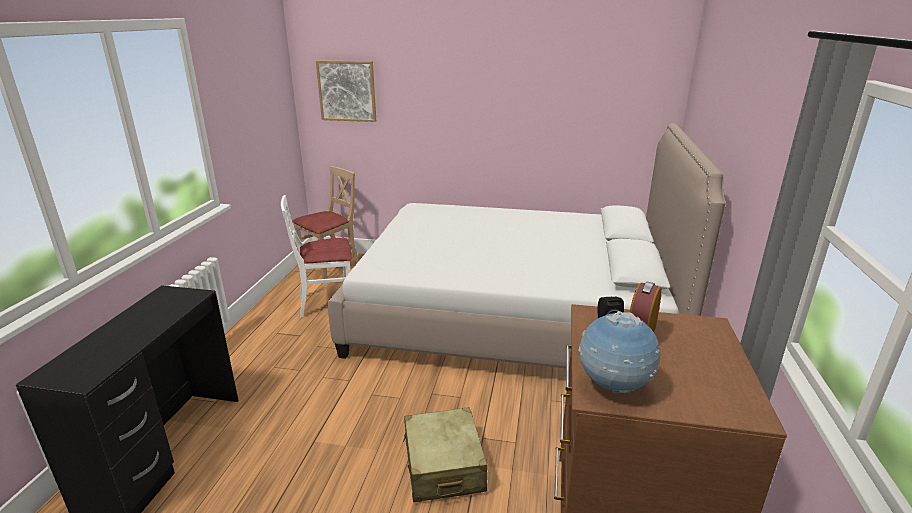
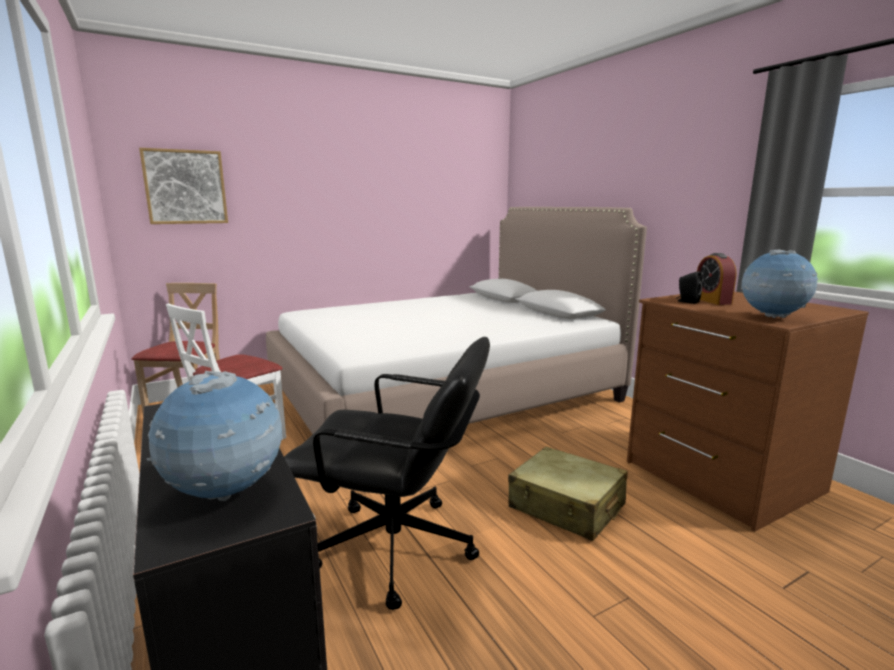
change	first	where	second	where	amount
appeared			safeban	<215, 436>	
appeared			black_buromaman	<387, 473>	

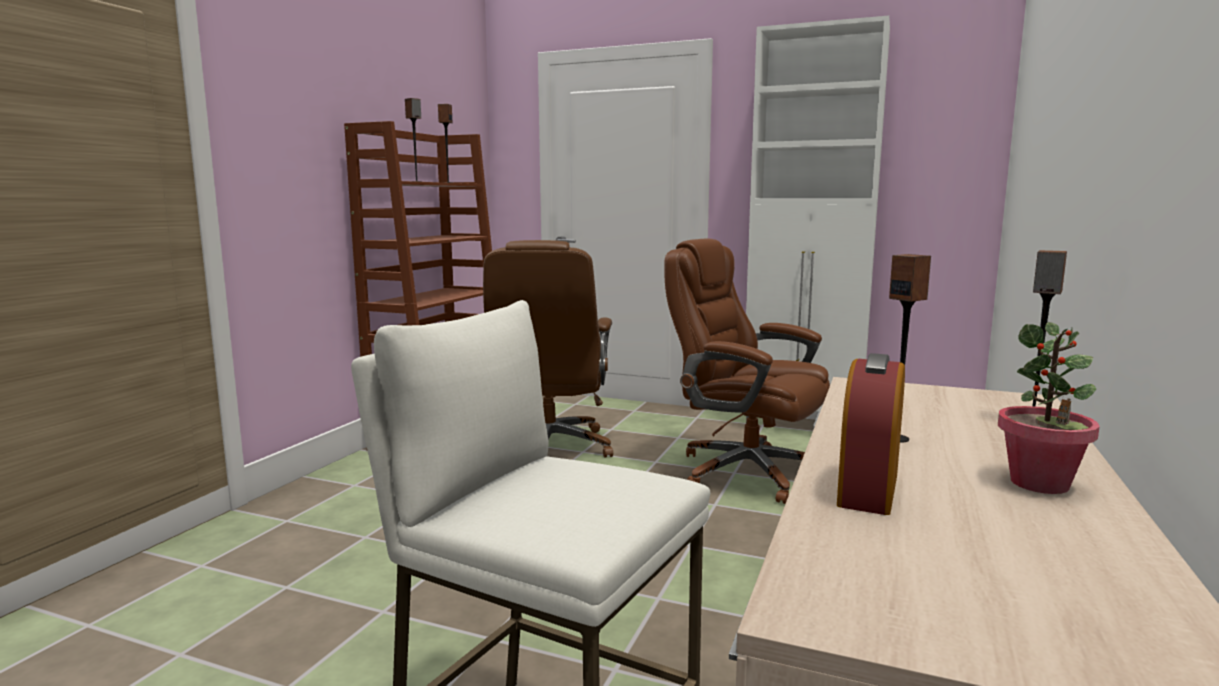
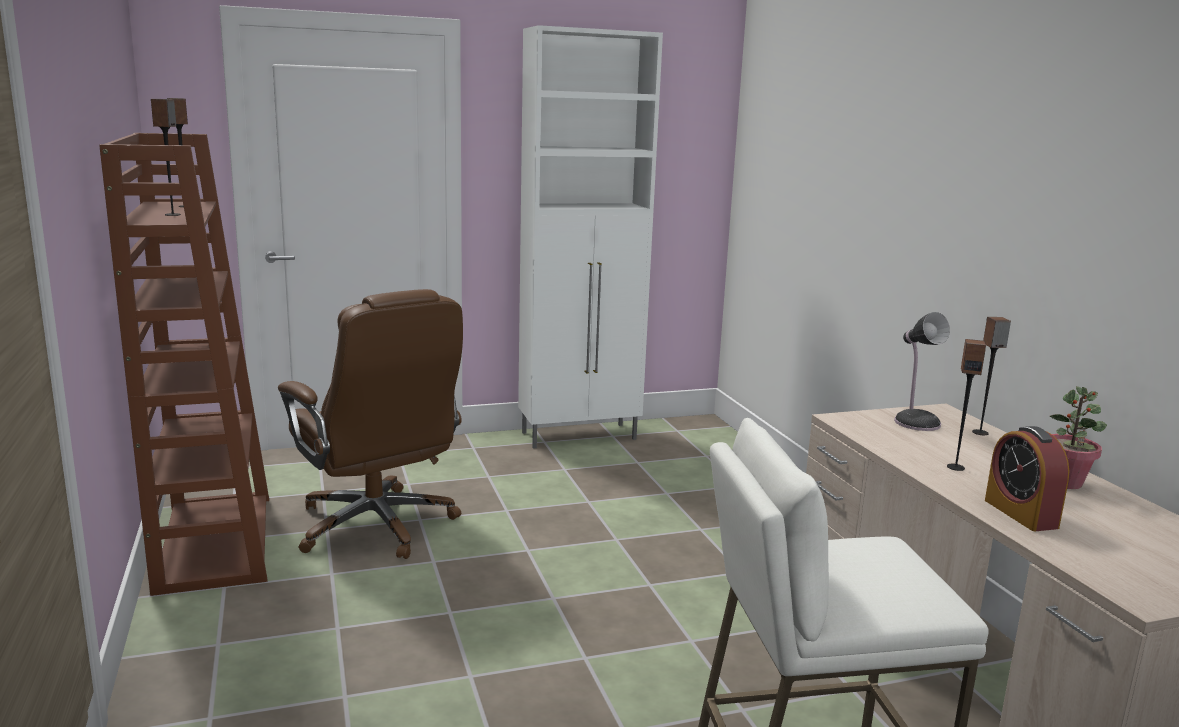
change	first	where	second	where	amount
appeared			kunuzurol	<922, 371>	
missing	brown_buromaman	<747, 371>			

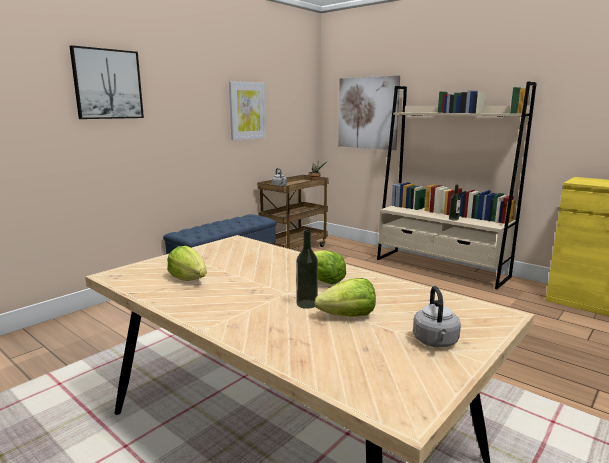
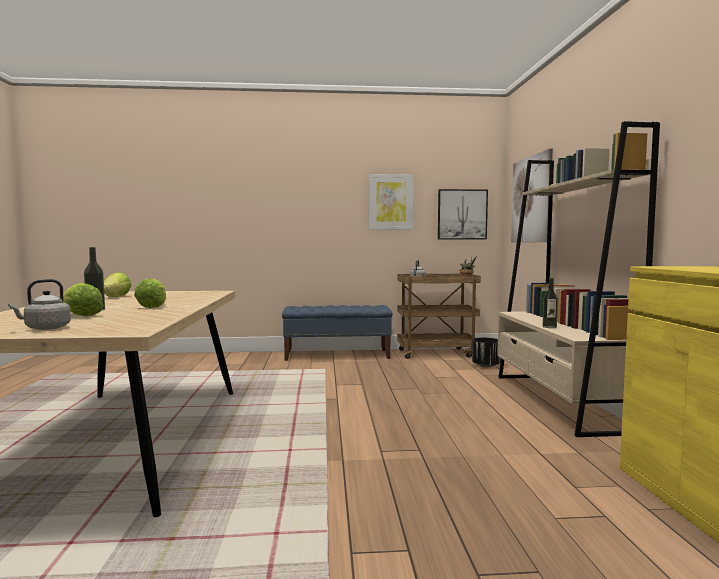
change	first	where	second	where	amount
relocated	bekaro	<107, 82>		<463, 214>	
appeared			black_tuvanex	<486, 352>	

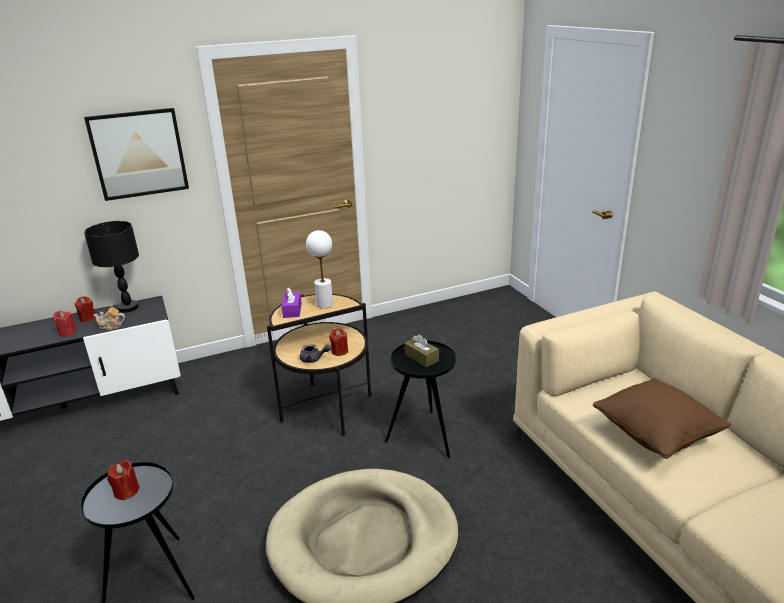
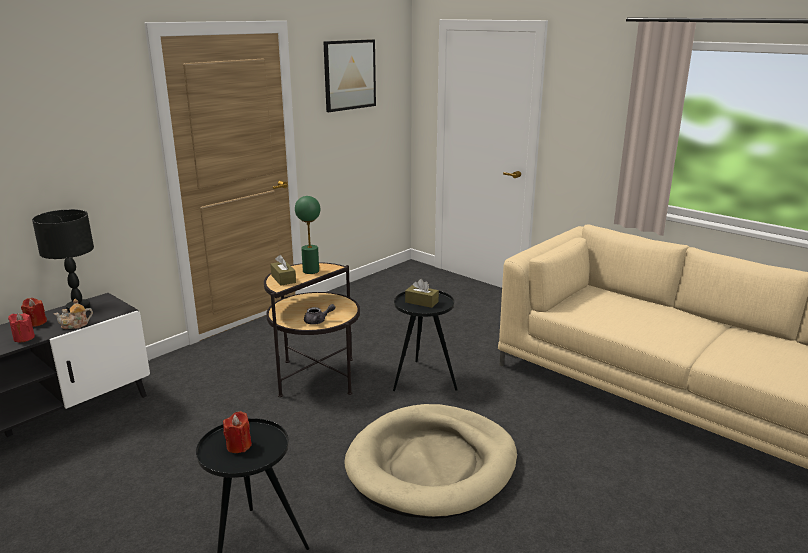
change	first	where	second	where	amount
colour	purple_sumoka	<291, 302>	brown_sumoka	<283, 270>	
colour	white_kunuzurol	<319, 269>	green_kunuzurol	<307, 235>	
relocated	bekaro	<136, 154>		<349, 75>	
missing	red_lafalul	<338, 342>			
missing	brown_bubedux	<662, 418>			

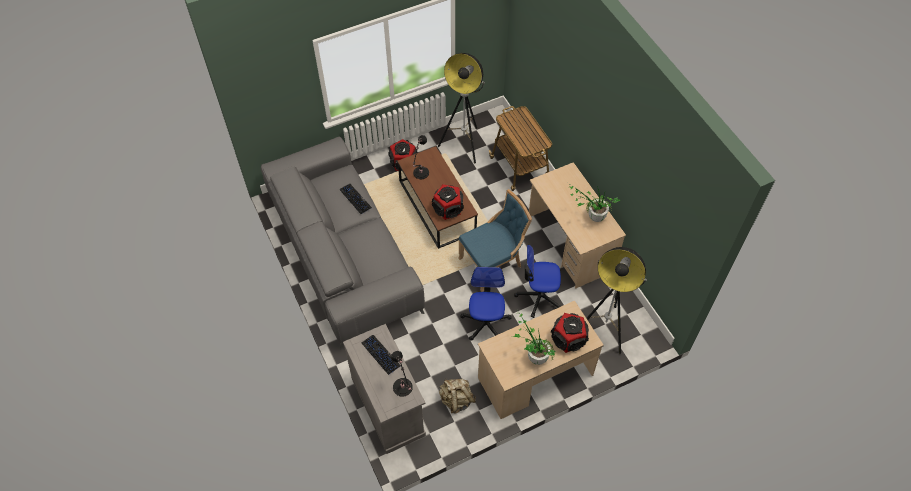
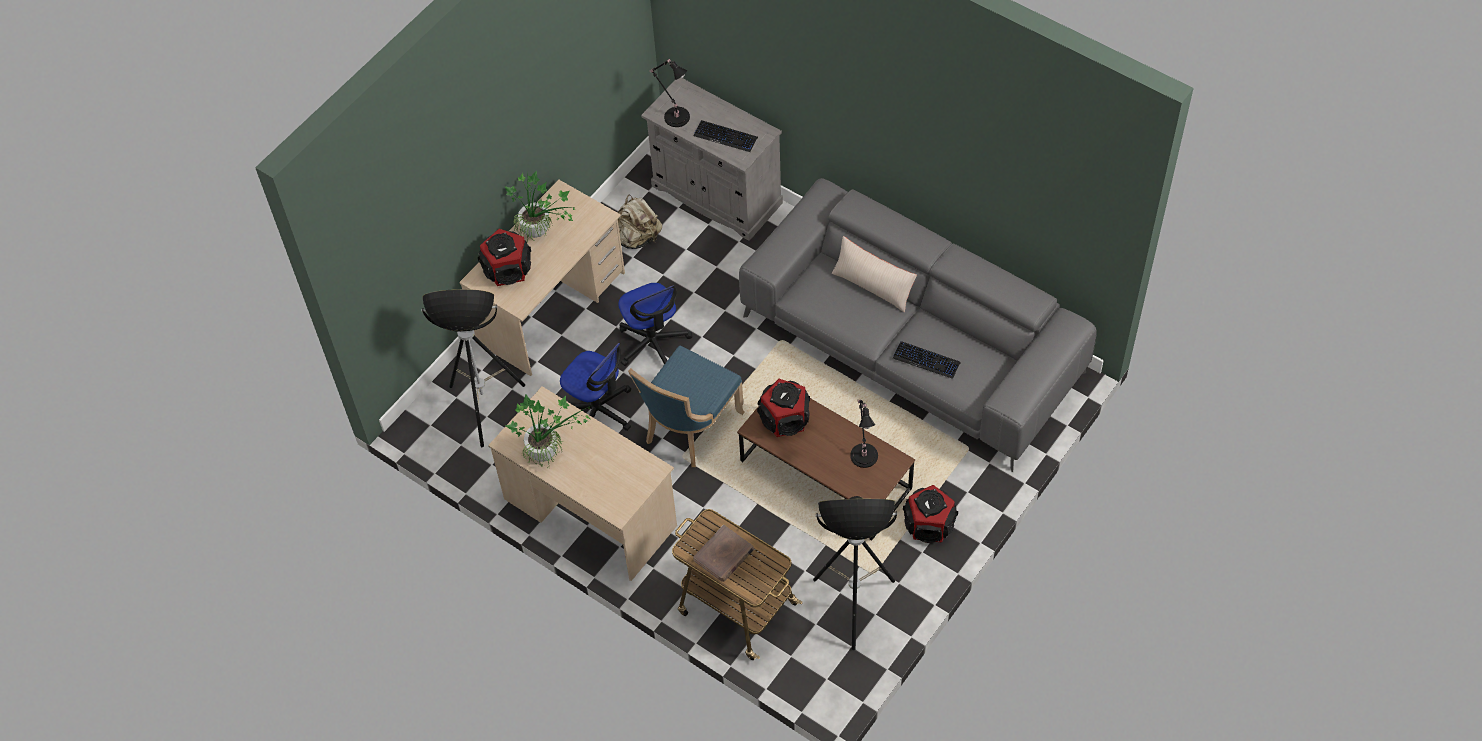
change	first	where	second	where	amount
spun	buromaman	<537, 281>		<595, 387>	60 degrees clockwise
appeared			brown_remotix	<723, 553>	
appeared			beige_bubedux	<874, 274>	

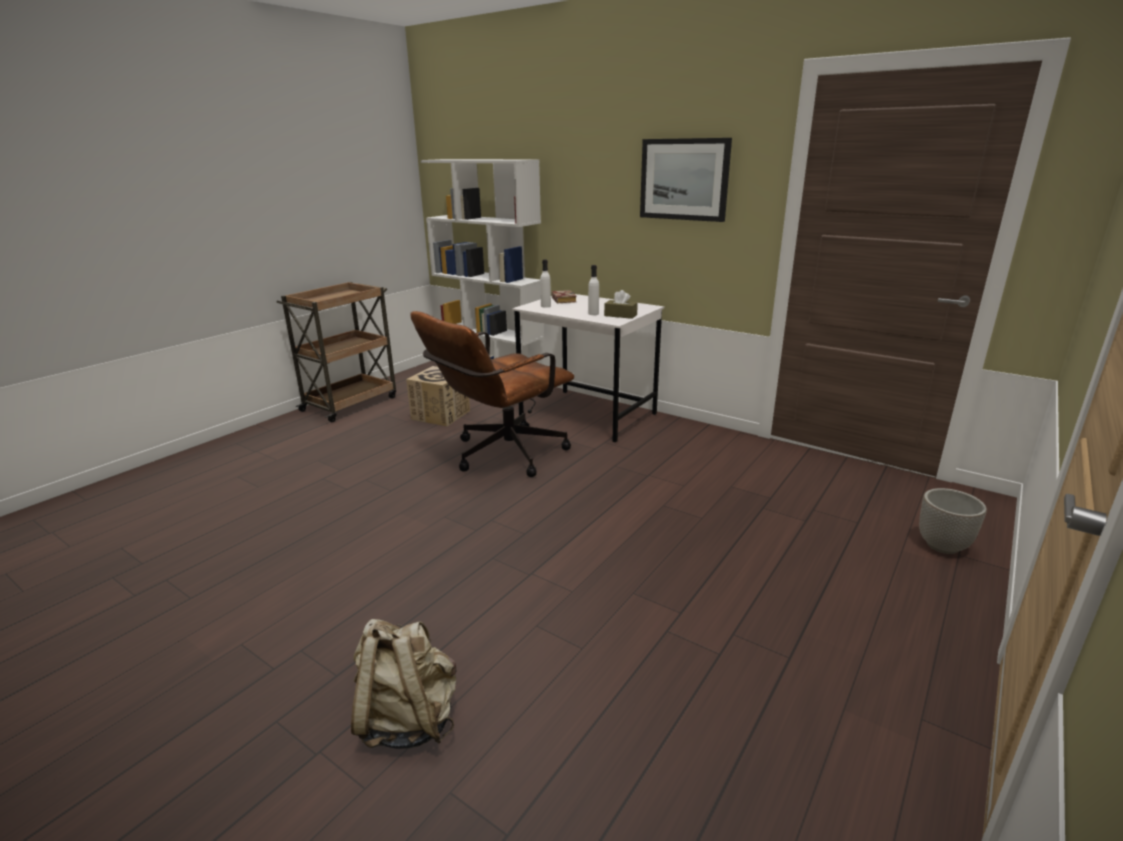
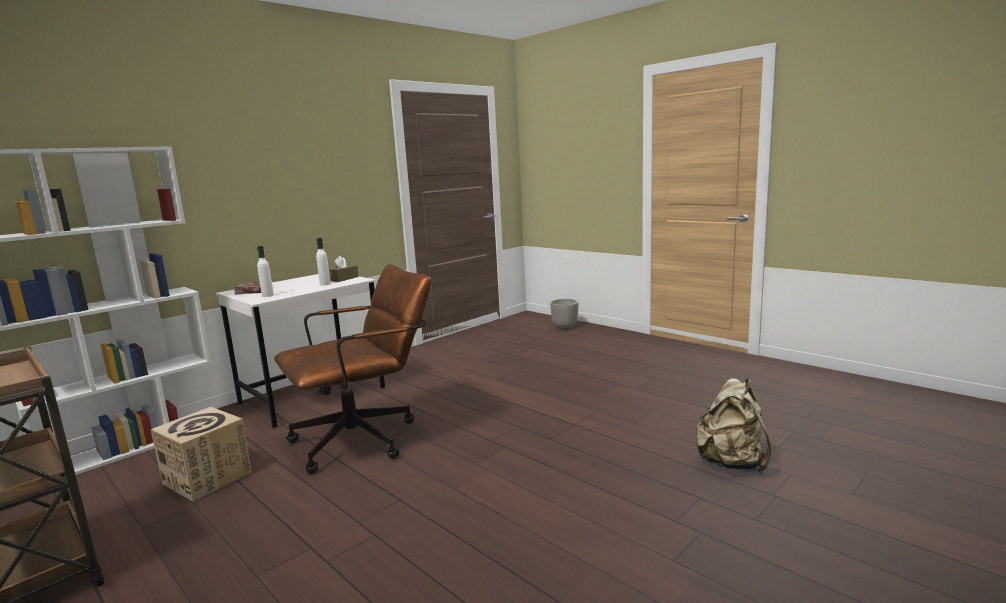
change	first	where	second	where	amount
spun	brown_buromaman	<492, 394>		<352, 369>	90 degrees counterclockwise
missing	bekaro	<686, 180>			

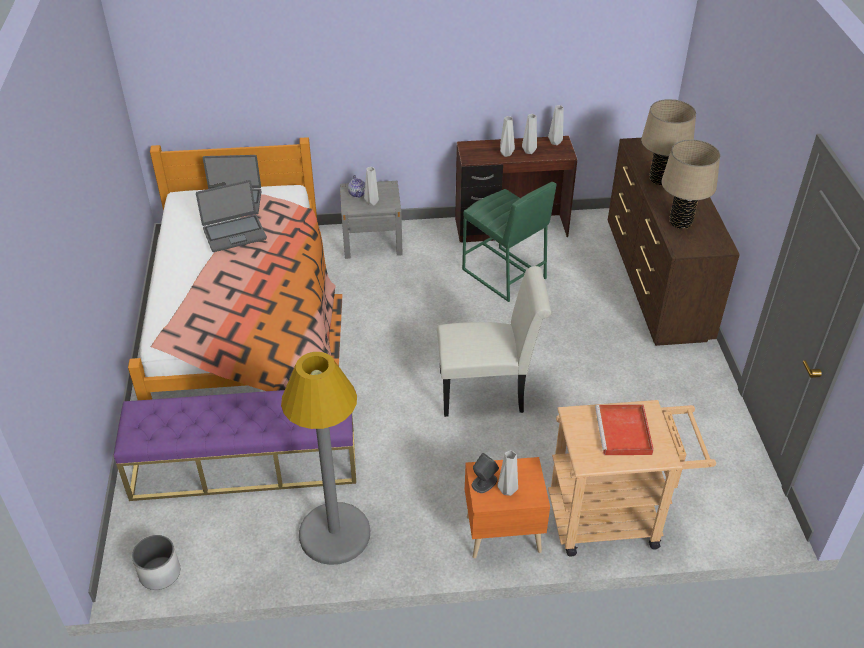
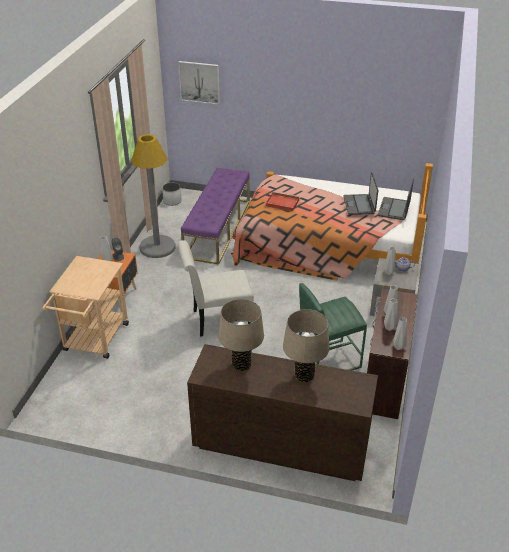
change	first	where	second	where	amount
appeared			bekaro	<199, 83>	
spun	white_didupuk	<494, 341>		<216, 288>	60 degrees clockwise
relocated	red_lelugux	<624, 430>		<283, 201>	

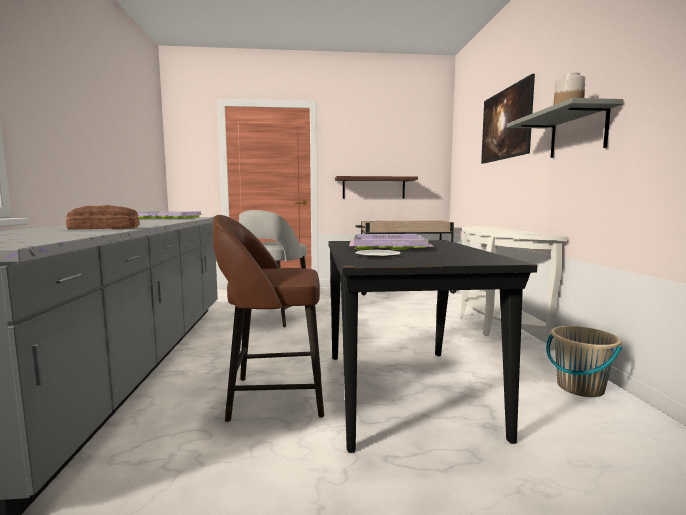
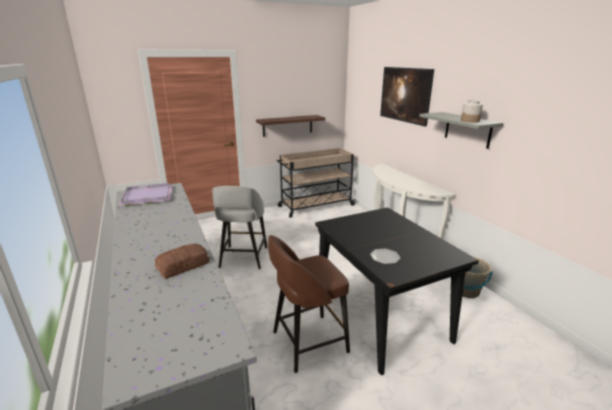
change	first	where	second	where	amount
missing	purple_lelugux	<391, 242>			

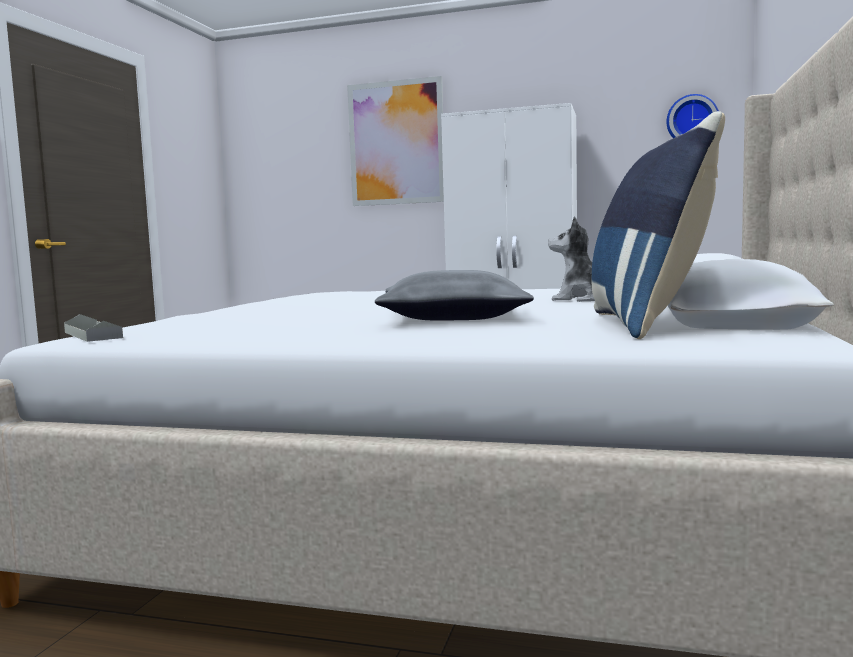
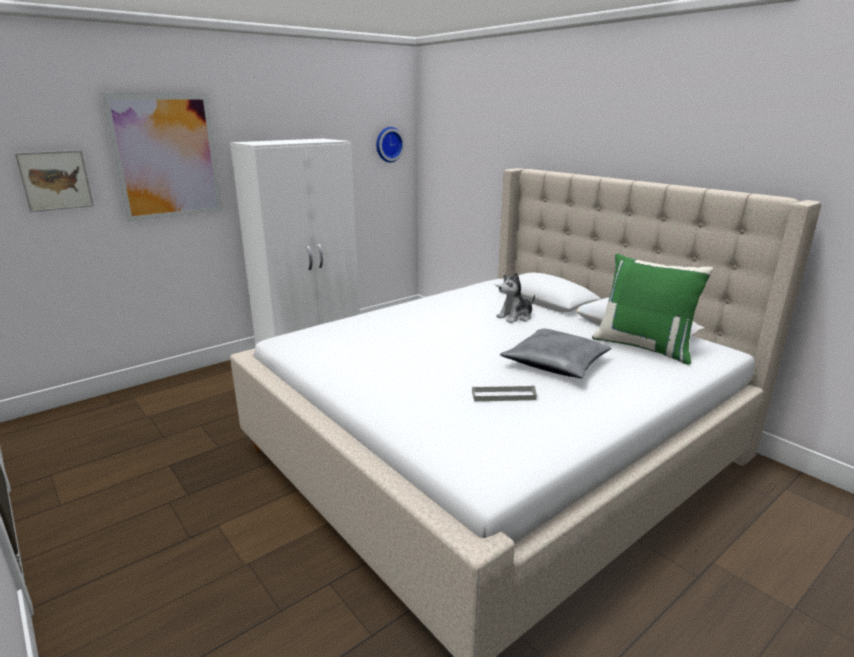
change	first	where	second	where	amount
appeared			bekaro	<54, 181>	
relocated	grey_lelugux	<93, 328>		<504, 393>	
colour	blue_bubedux	<658, 225>	green_bubedux	<653, 309>	

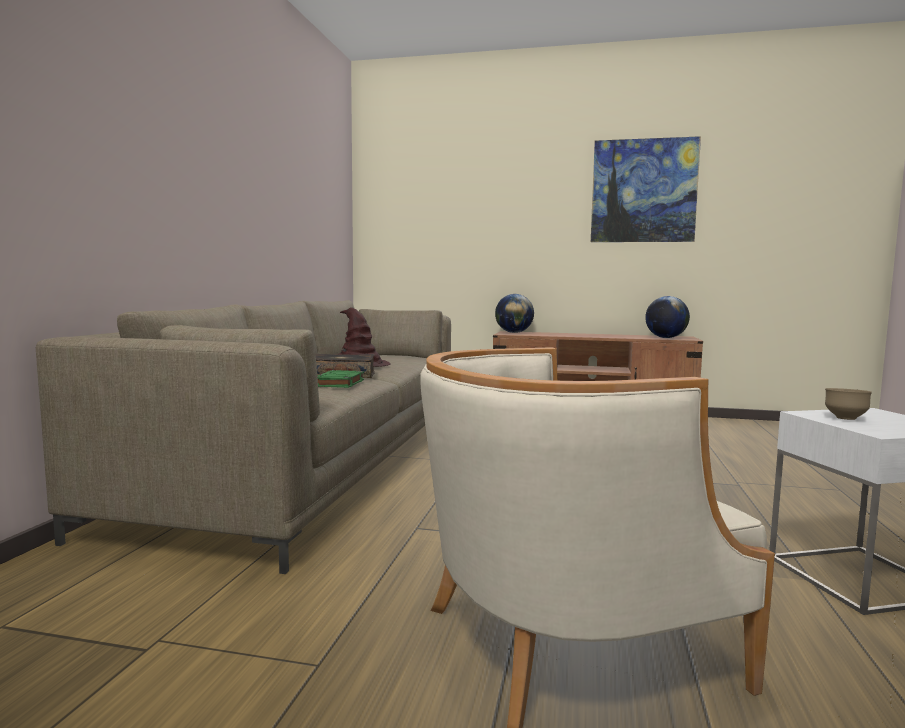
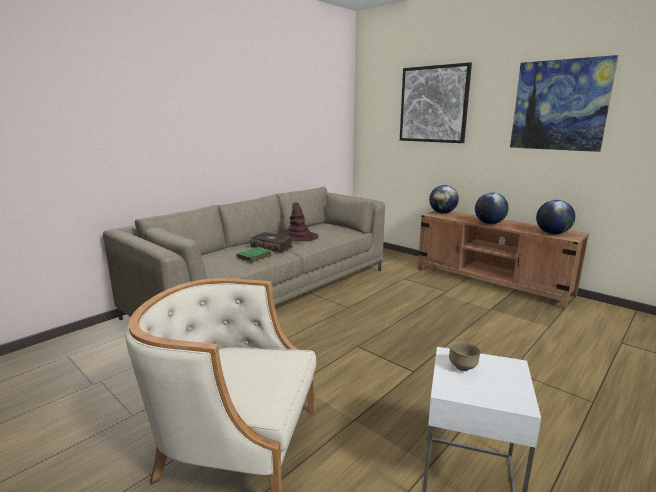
change	first	where	second	where	amount
appeared			bekaro	<436, 102>	
appeared			safeban	<492, 208>	

